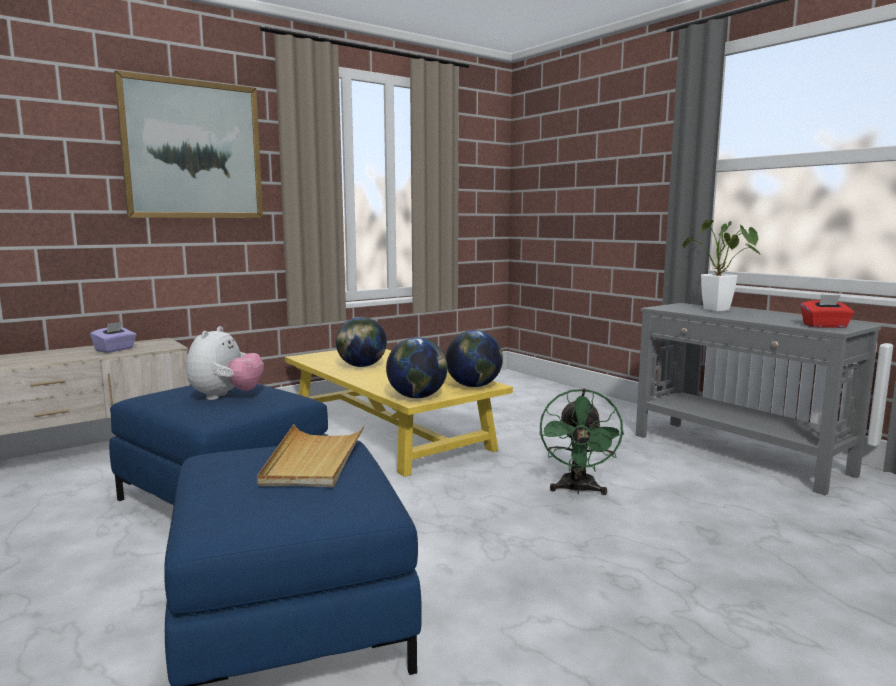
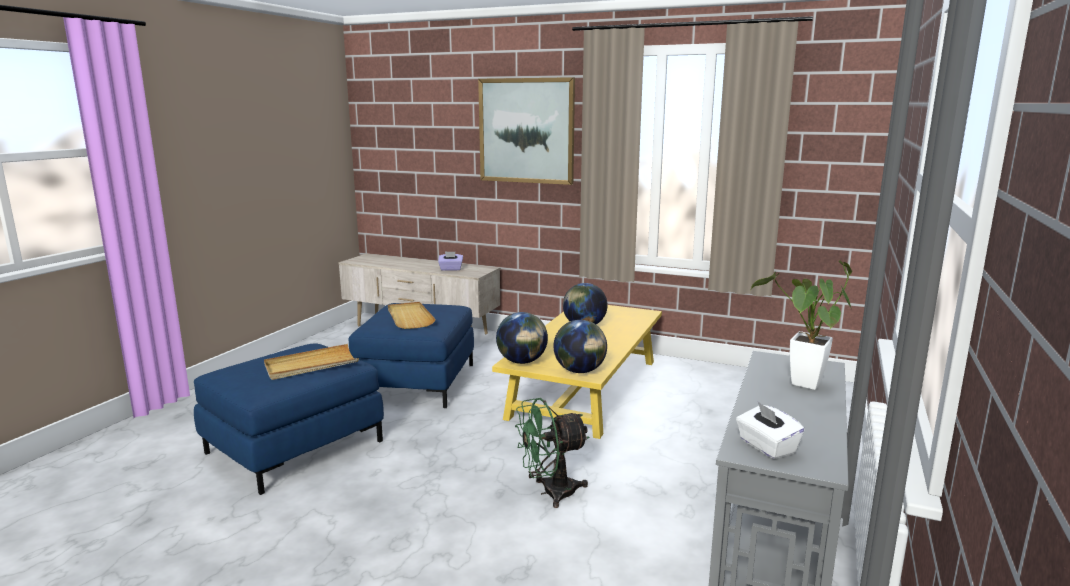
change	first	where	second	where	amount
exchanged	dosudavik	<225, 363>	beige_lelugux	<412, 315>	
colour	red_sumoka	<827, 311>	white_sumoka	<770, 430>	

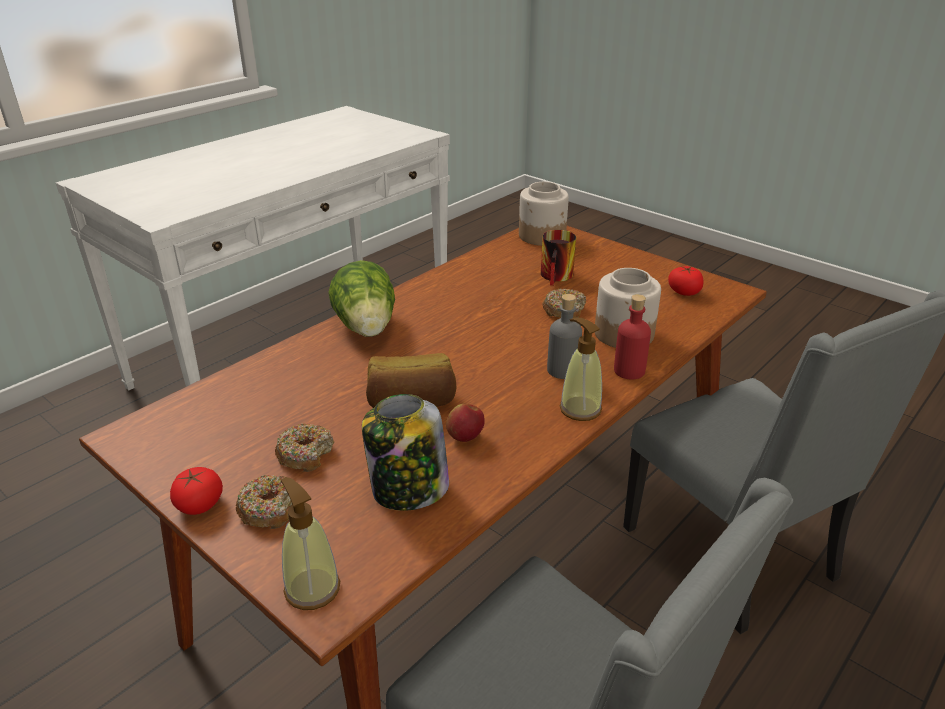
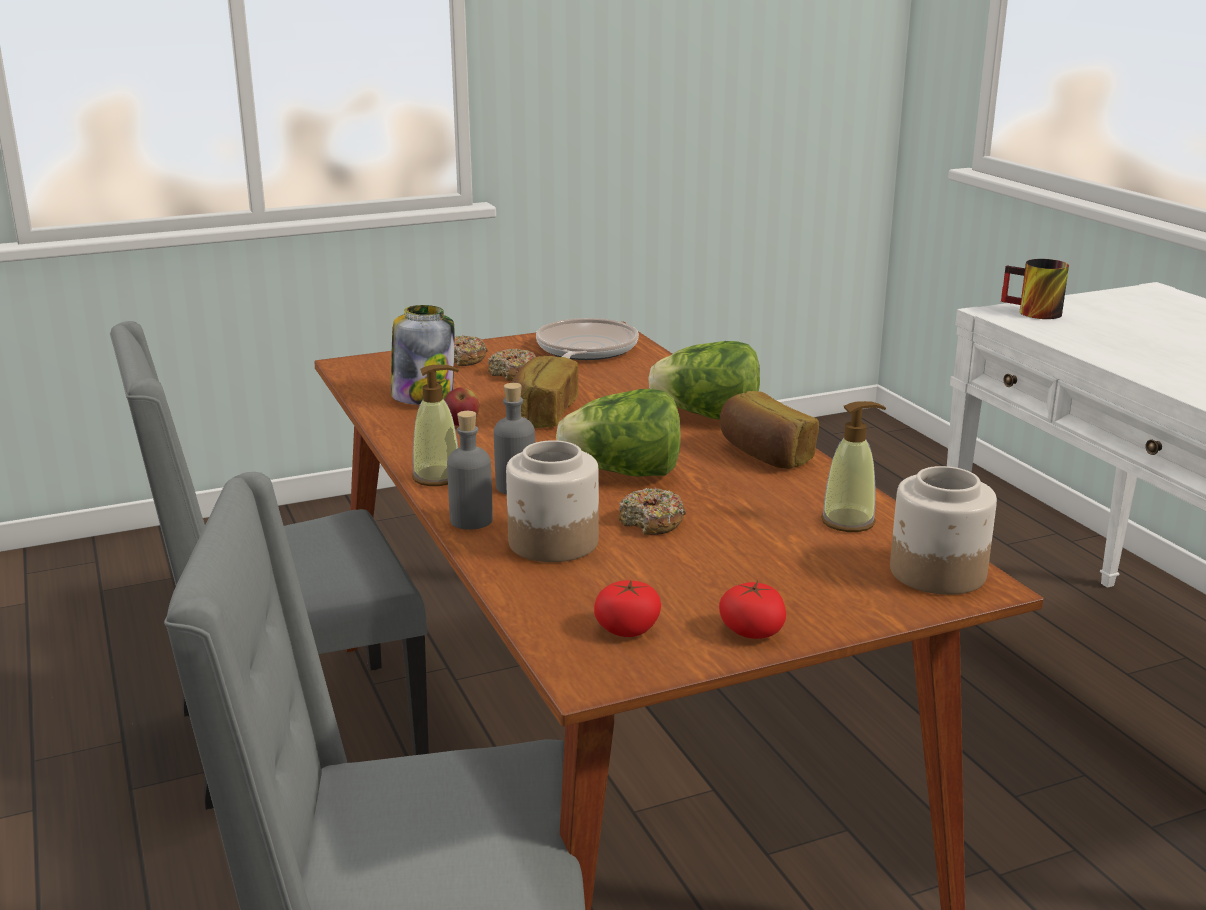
change	first	where	second	where	amount
colour	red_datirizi	<632, 337>	grey_datirizi	<470, 470>	
appeared			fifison	<587, 339>	
appeared			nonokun	<618, 433>	
appeared			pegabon	<769, 430>	
relocated	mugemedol	<196, 491>		<752, 610>	
relocated	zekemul	<310, 543>		<853, 466>	
relocated	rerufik	<558, 258>		<1035, 289>	

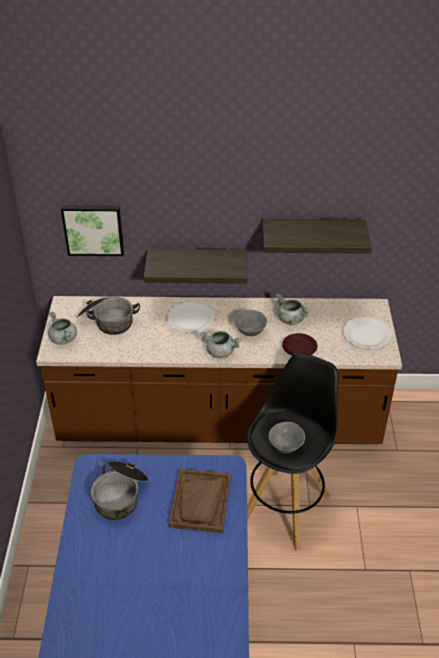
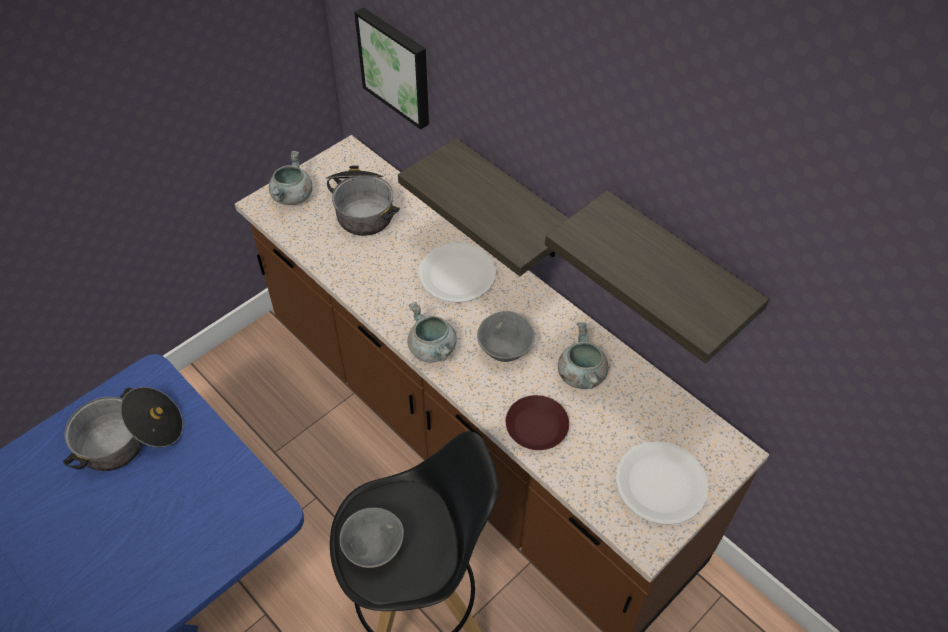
change	first	where	second	where	amount
missing	brown_lelugux	<200, 501>			

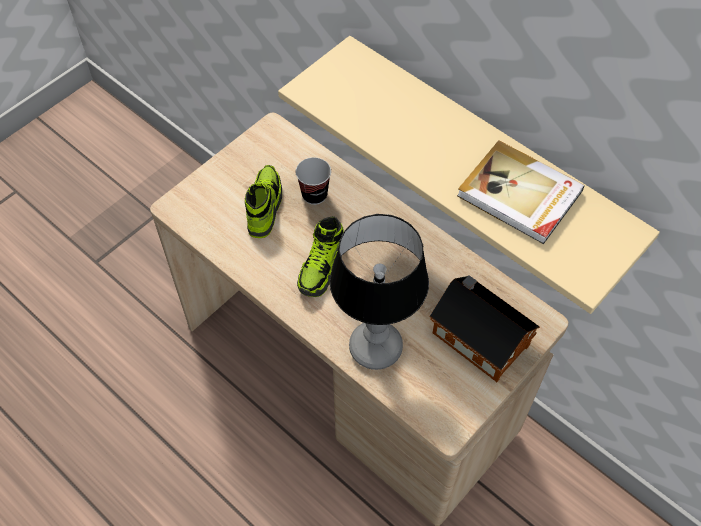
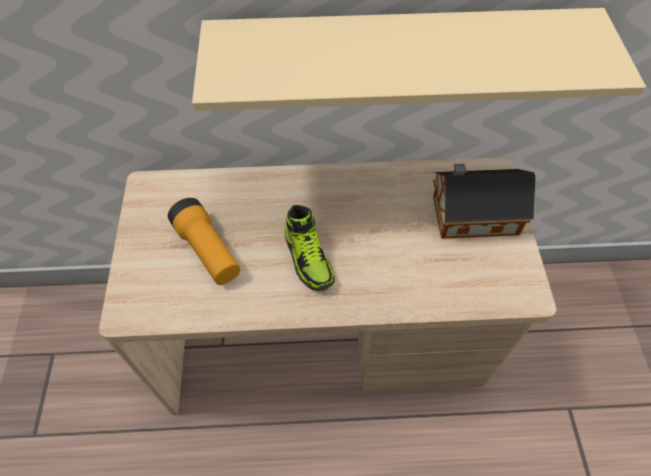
change	first	where	second	where	amount
exchanged	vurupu	<263, 201>	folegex	<204, 241>	
missing	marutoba	<313, 181>			
missing	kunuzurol	<379, 292>			
missing	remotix	<521, 192>			

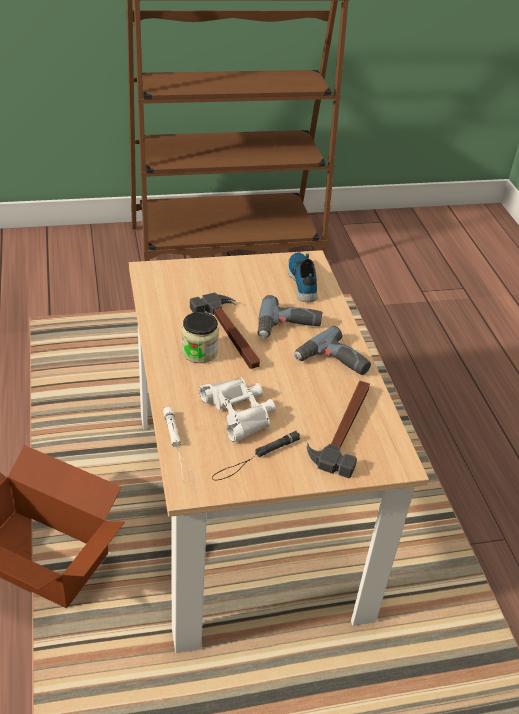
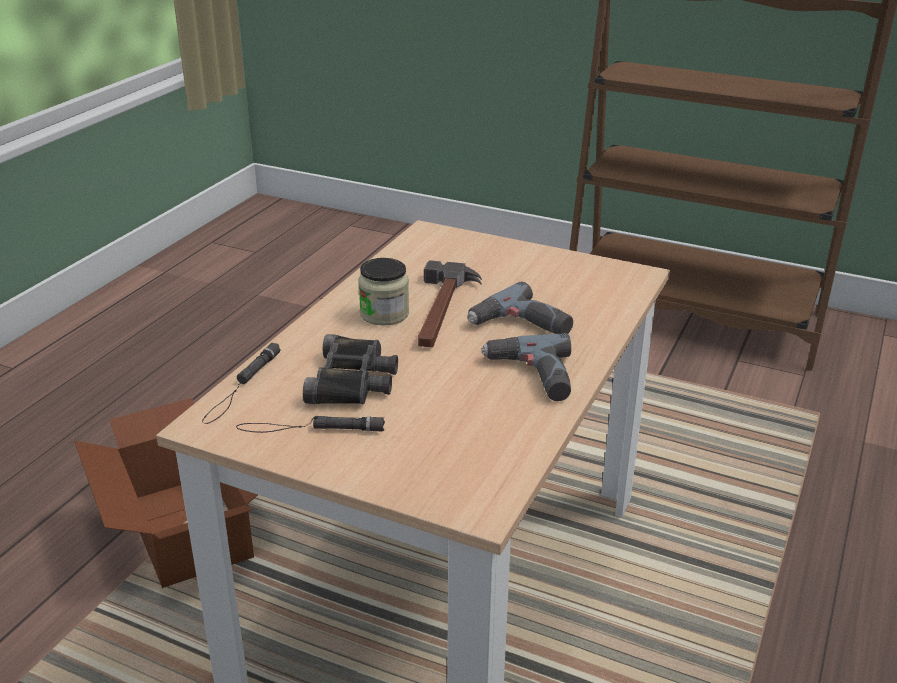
change	first	where	second	where	amount
colour	white_folegex	<178, 447>	black_folegex	<241, 383>	
colour	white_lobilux	<237, 410>	black_lobilux	<350, 369>	
missing	vurupu	<302, 277>			
missing	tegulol	<338, 429>			

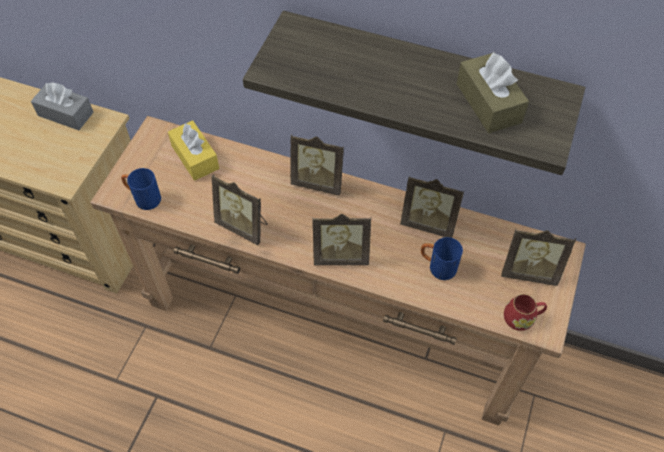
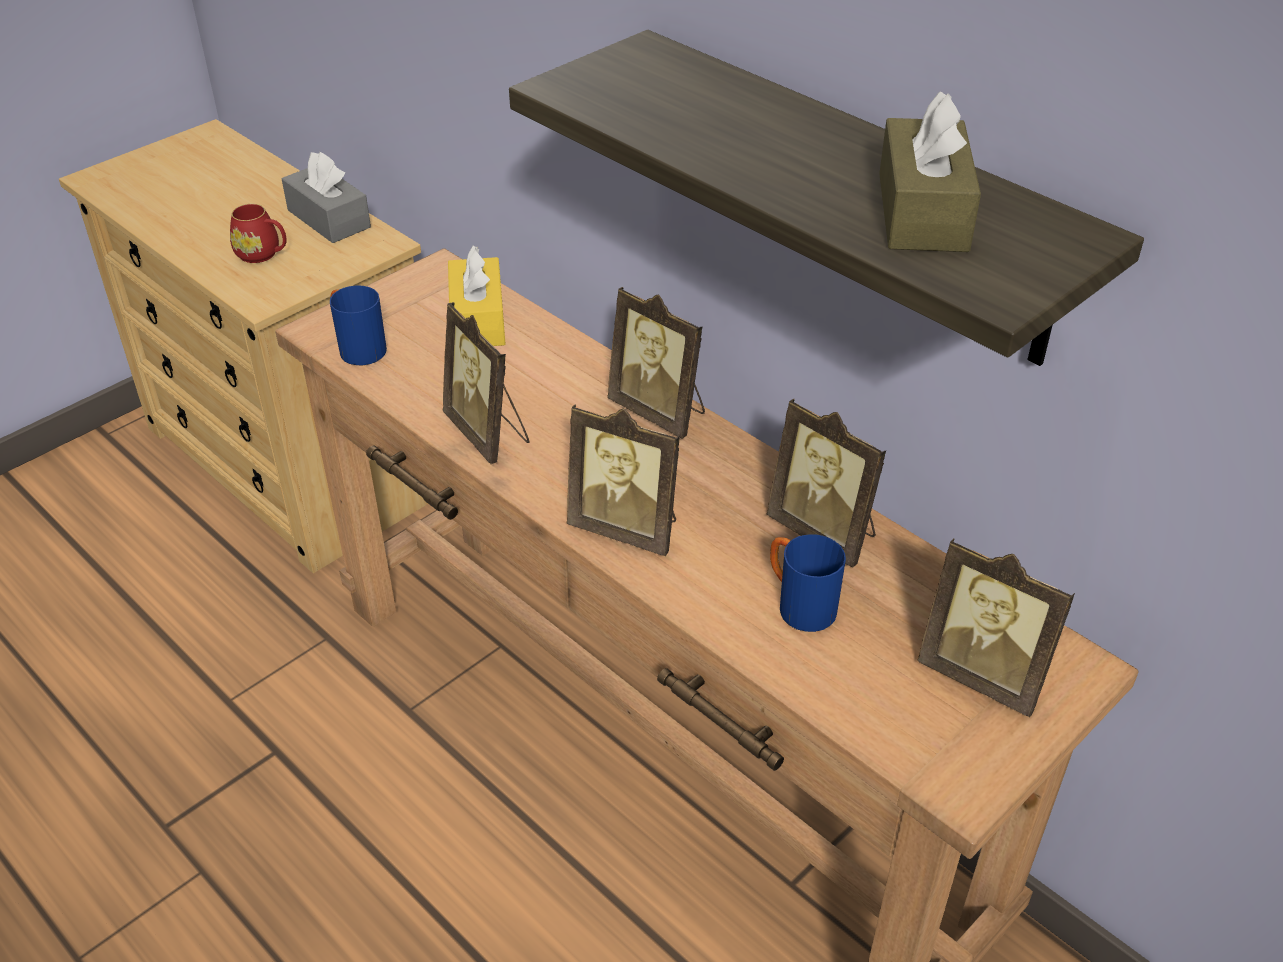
change	first	where	second	where	amount
relocated	red_rerufik	<525, 312>		<258, 233>	

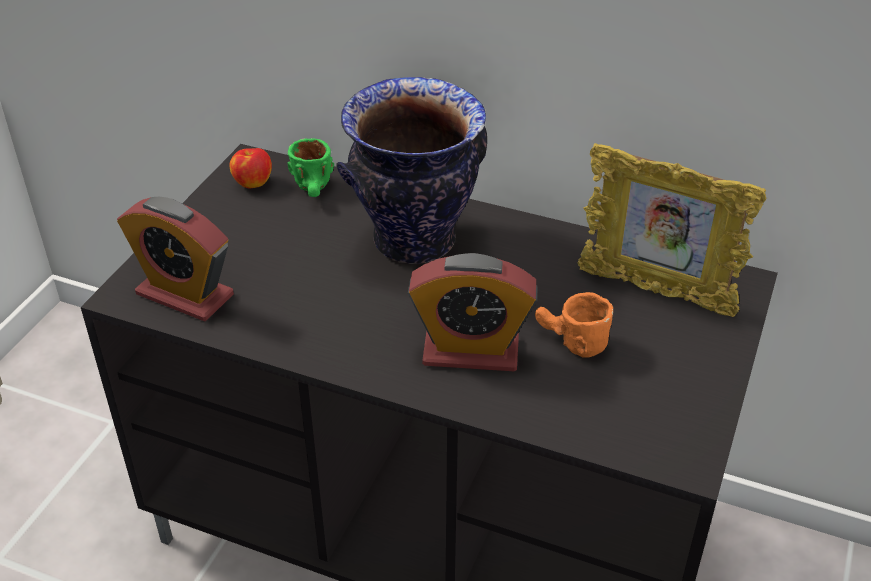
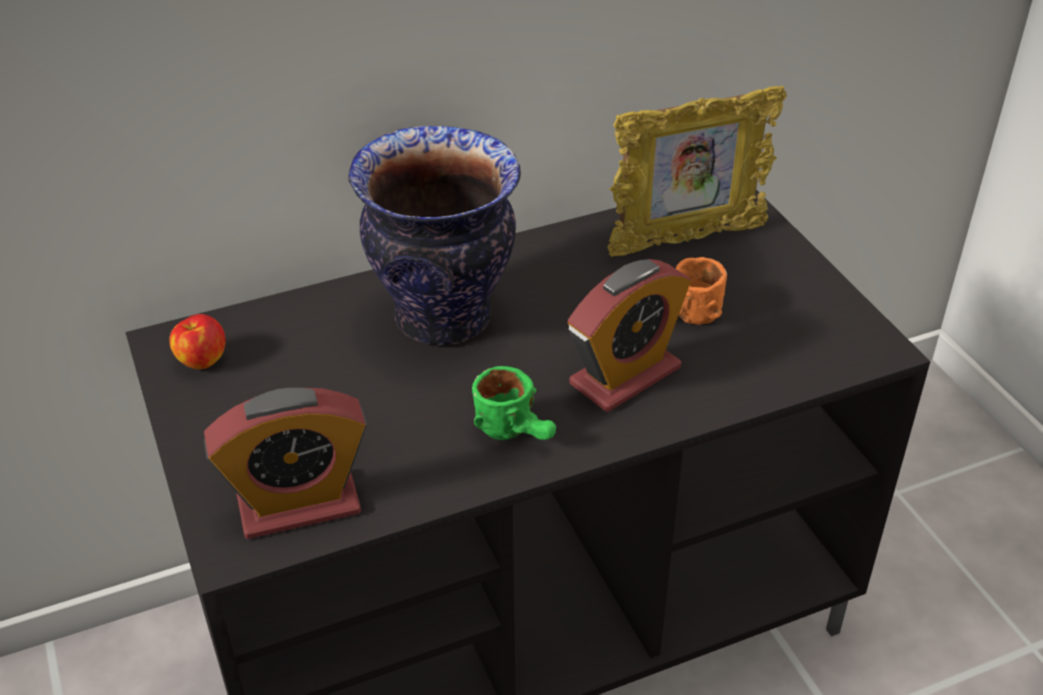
change	first	where	second	where	amount
relocated	green_rerufik	<311, 167>		<514, 403>	

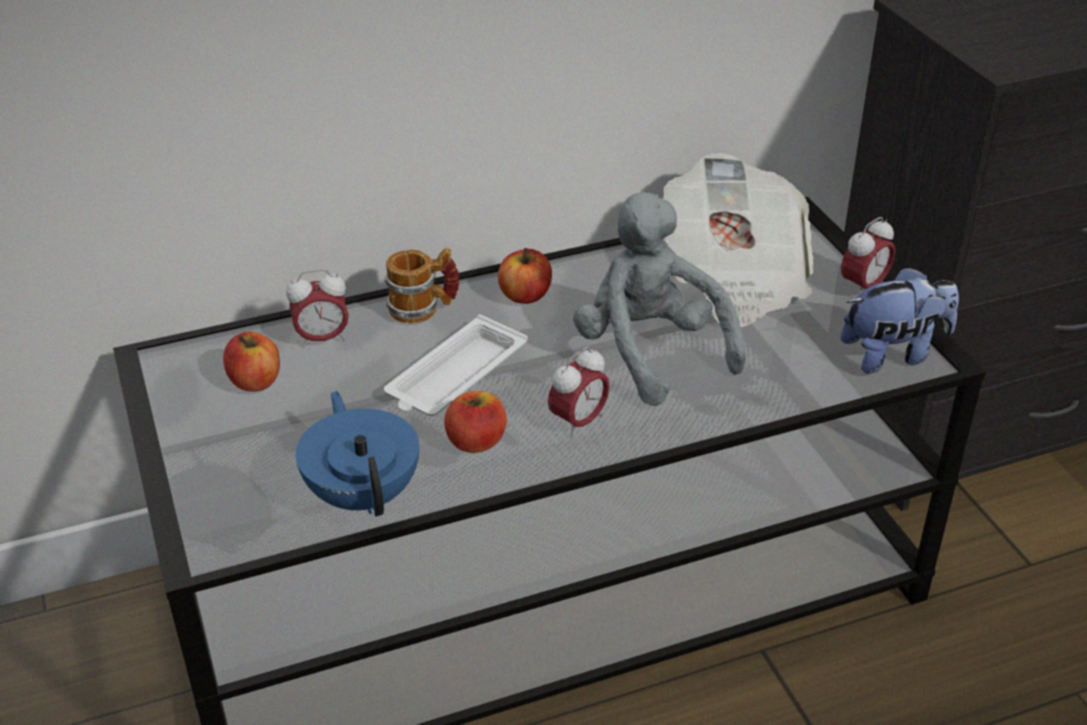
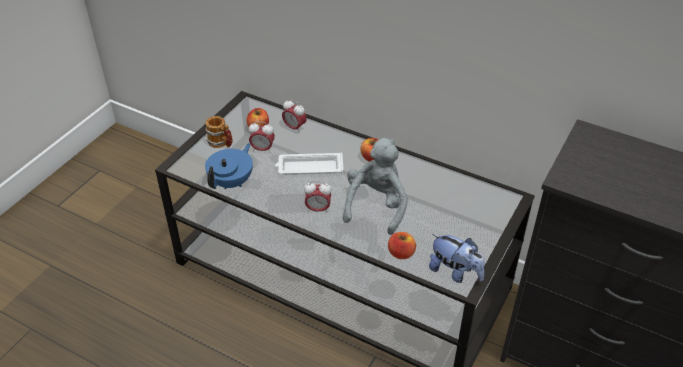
change	first	where	second	where	amount
relocated	rerufik	<422, 286>		<219, 132>	
relocated	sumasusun	<868, 256>		<262, 137>	
relocated	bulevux	<475, 422>		<402, 245>	
missing	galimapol	<738, 240>			

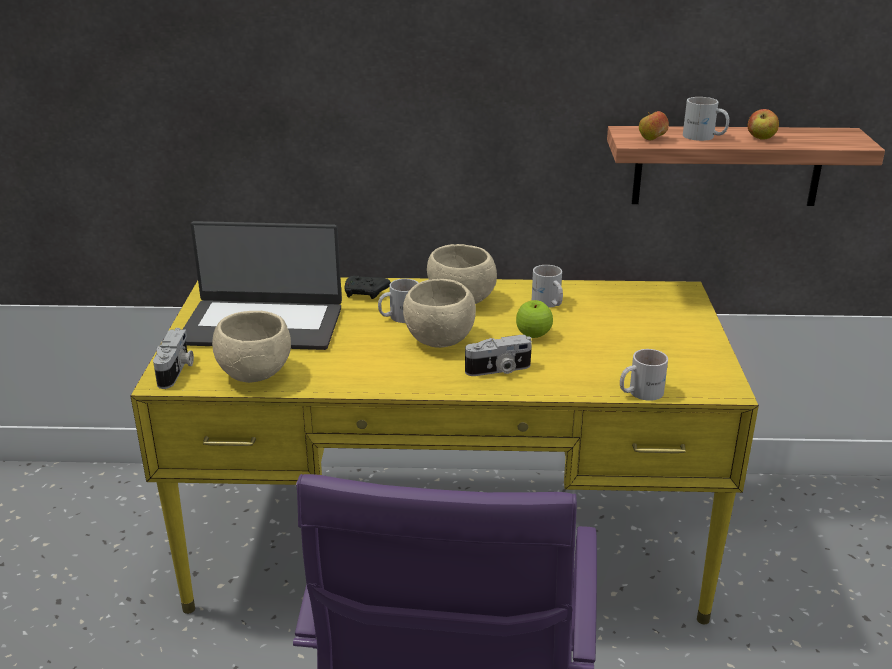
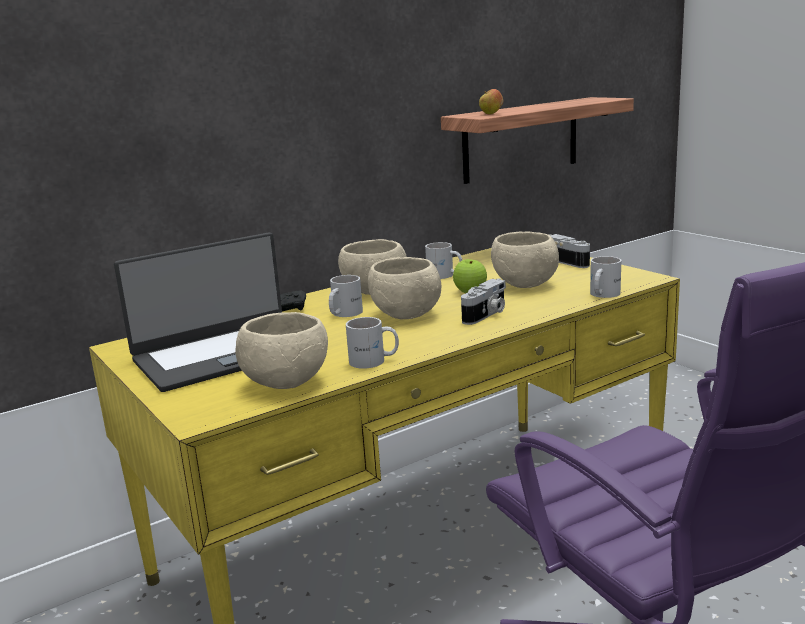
change	first	where	second	where	amount
relocated	white_rerufik	<706, 119>		<372, 343>	
appeared			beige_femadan	<525, 259>	
relocated	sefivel	<173, 358>		<570, 251>	
missing	bulevux	<763, 124>			

